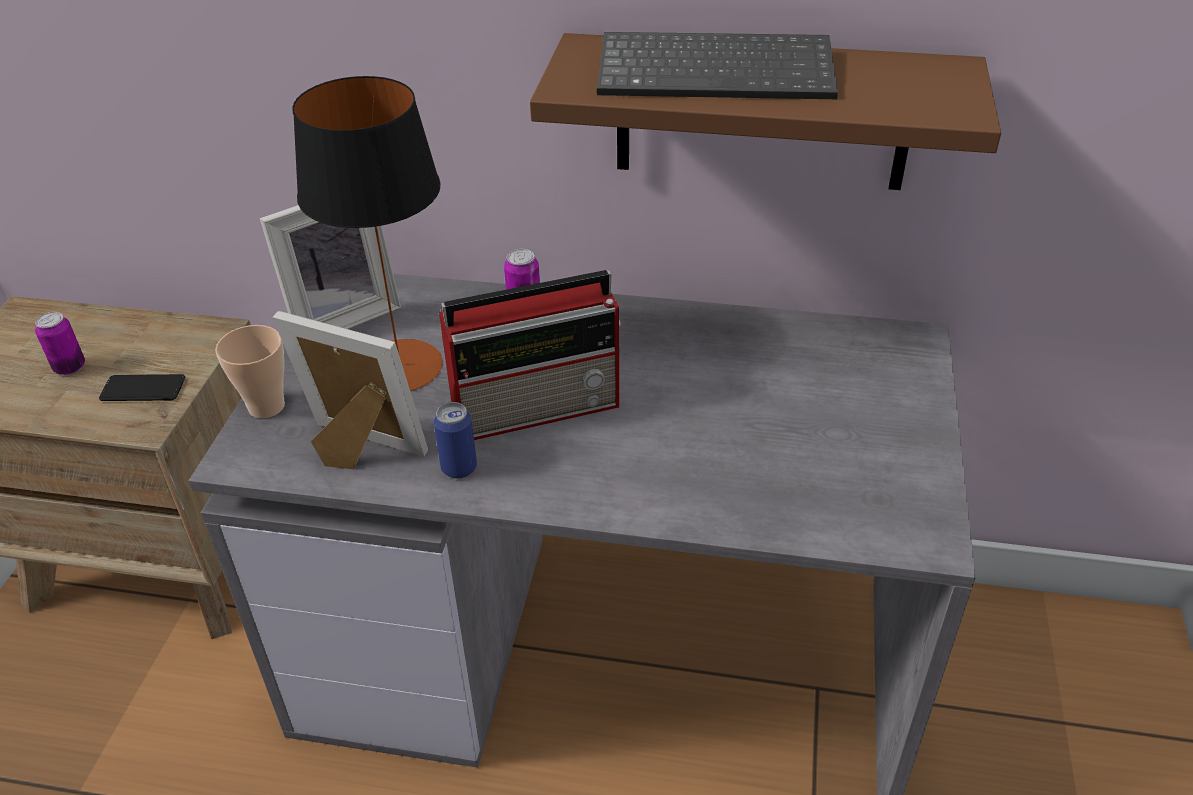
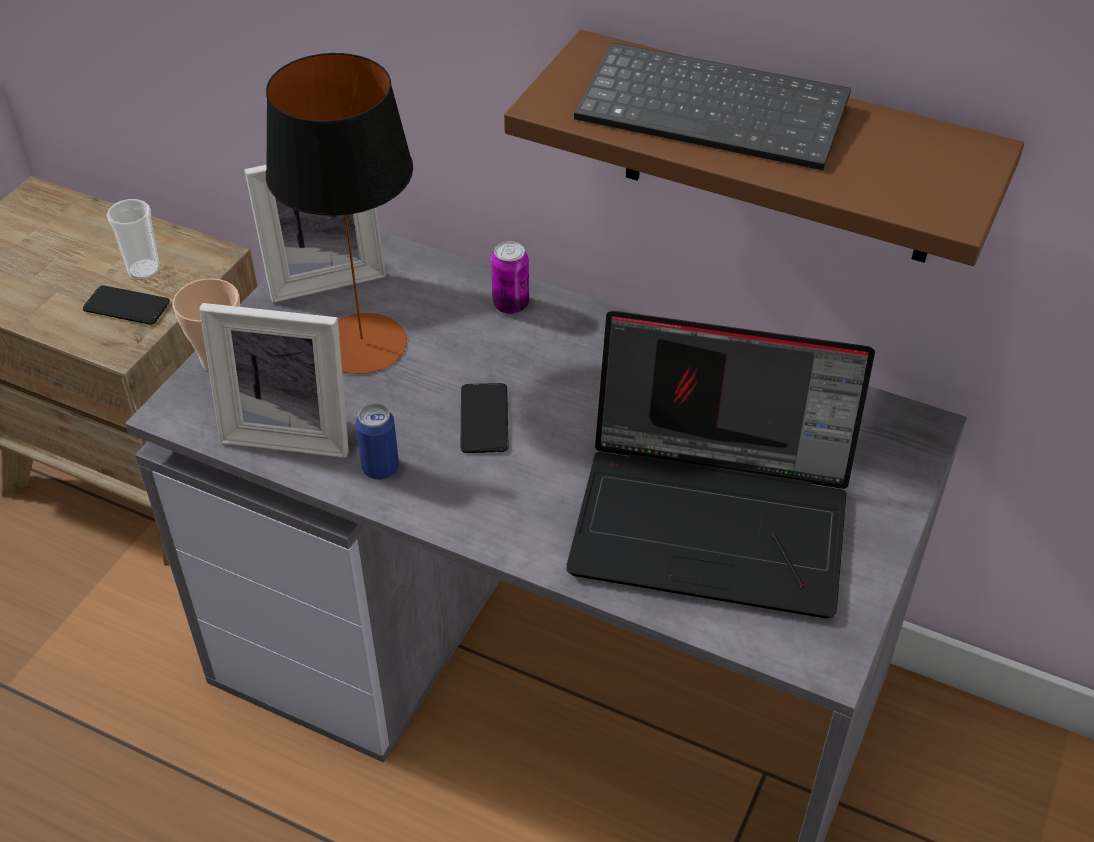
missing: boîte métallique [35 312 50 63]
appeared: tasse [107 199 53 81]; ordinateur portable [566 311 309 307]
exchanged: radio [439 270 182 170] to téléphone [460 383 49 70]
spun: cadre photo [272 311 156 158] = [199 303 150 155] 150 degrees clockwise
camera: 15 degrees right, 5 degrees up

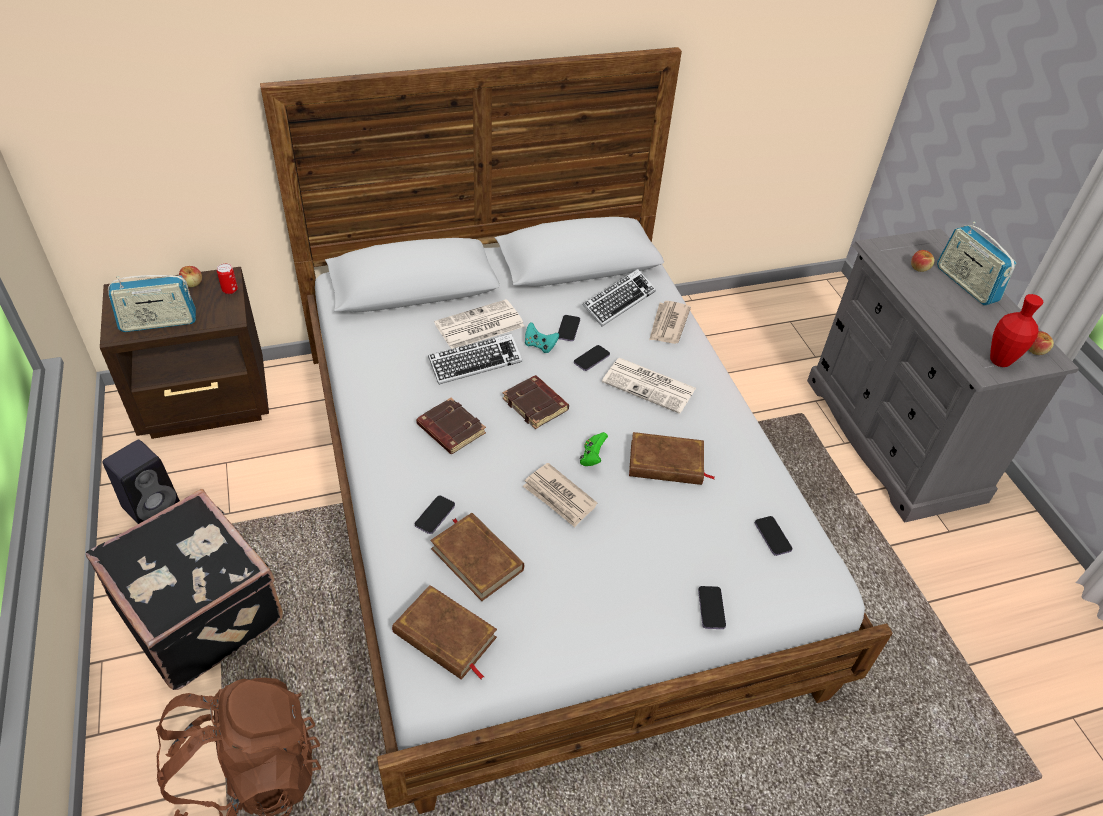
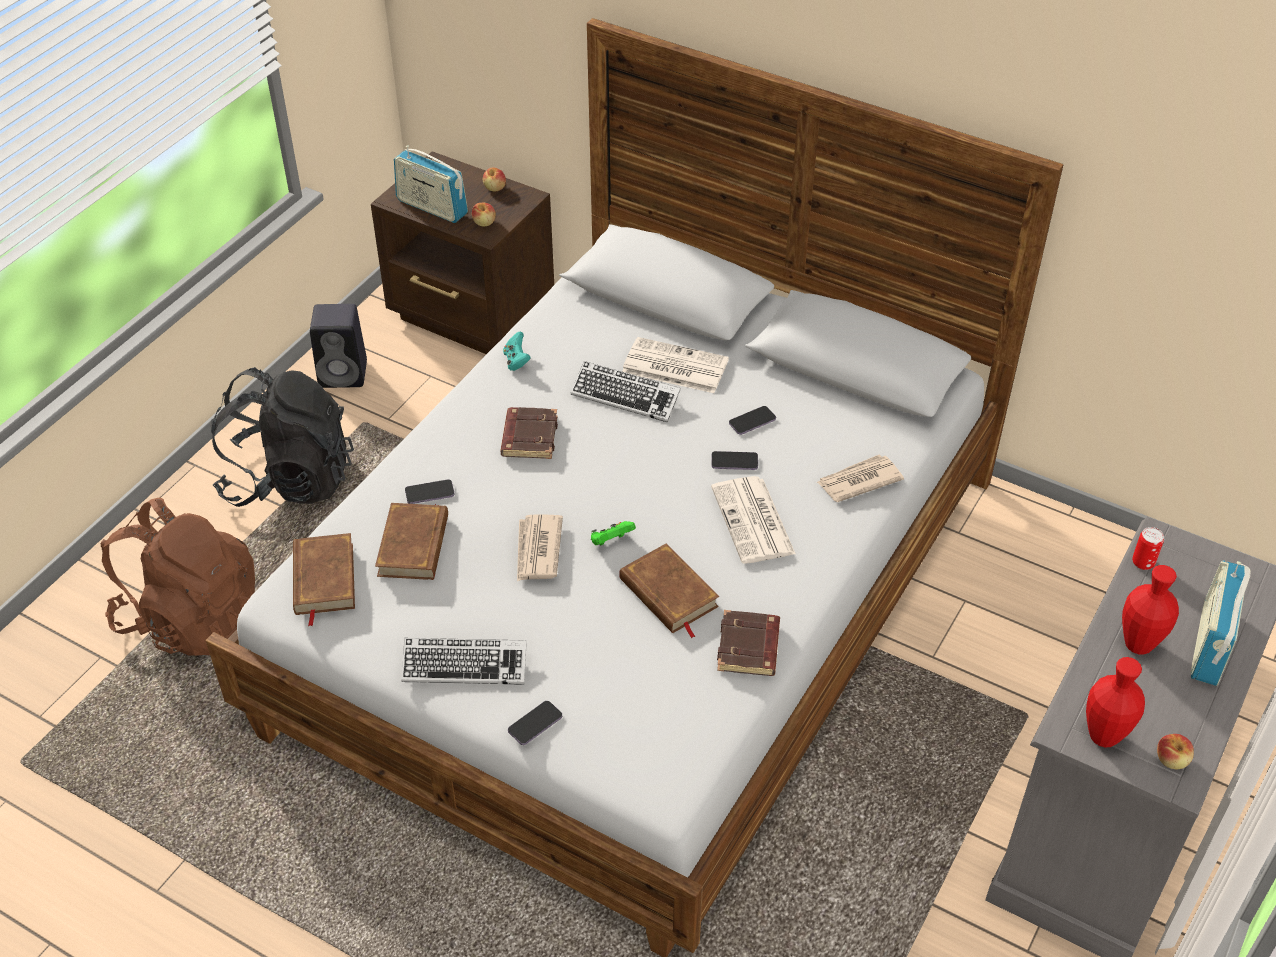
missing: téléphone [755 516 38 40]
appeared: vase/rouge [1122 565 57 90]
relocated: pomme [911 250 24 22] to [472 203 24 23]; boîte métallique [217 263 21 31] to [1132 527 32 43]; clavier [582 269 74 58] to [401 638 126 47]; manette/turquoise [525 322 34 31] to [503 332 28 39]; livre/marron [503 375 66 54] to [717 610 63 66]
exchanged: valise/noir [86 489 197 201] to sac à dos/noir [211 367 143 140]
camera: 50 degrees right, 0 degrees up

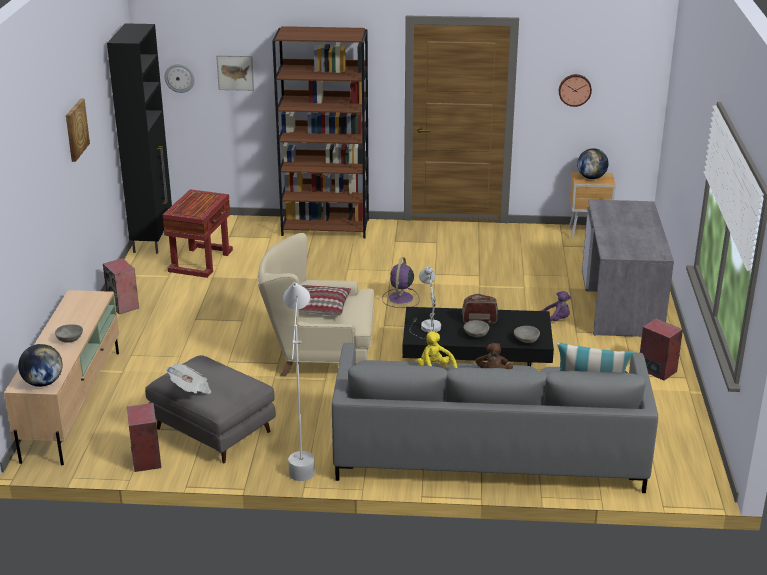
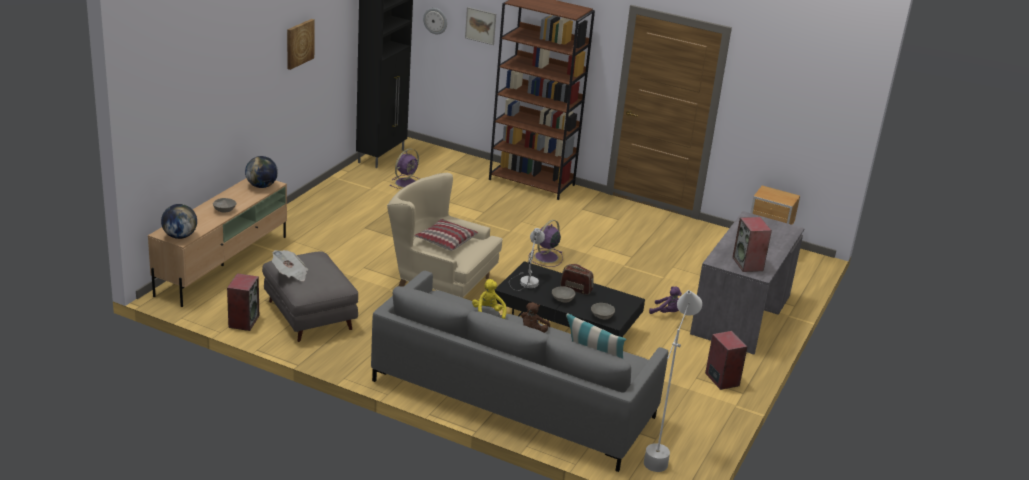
missing: horloge murale [559 74 33 33]
relocated: globe [577 148 31 31] to [245 156 33 32]; enceinte [103 258 36 56] to [732 217 40 55]; lampadaire/blanc [283 282 32 199] to [644 290 58 182]
exchanged: table d'appoint/rouge [162 189 71 89] to ventilateur/violet [390 148 29 41]
camera: 20 degrees right, 0 degrees up

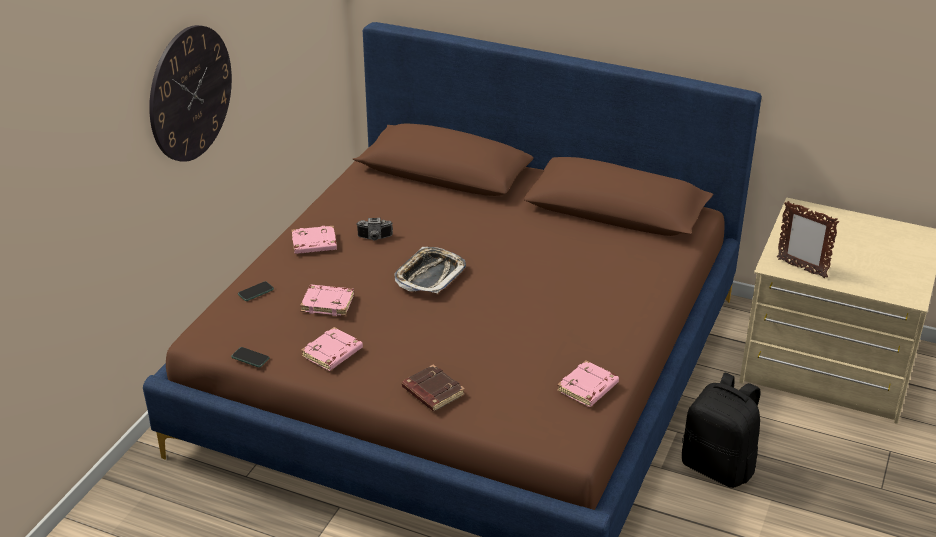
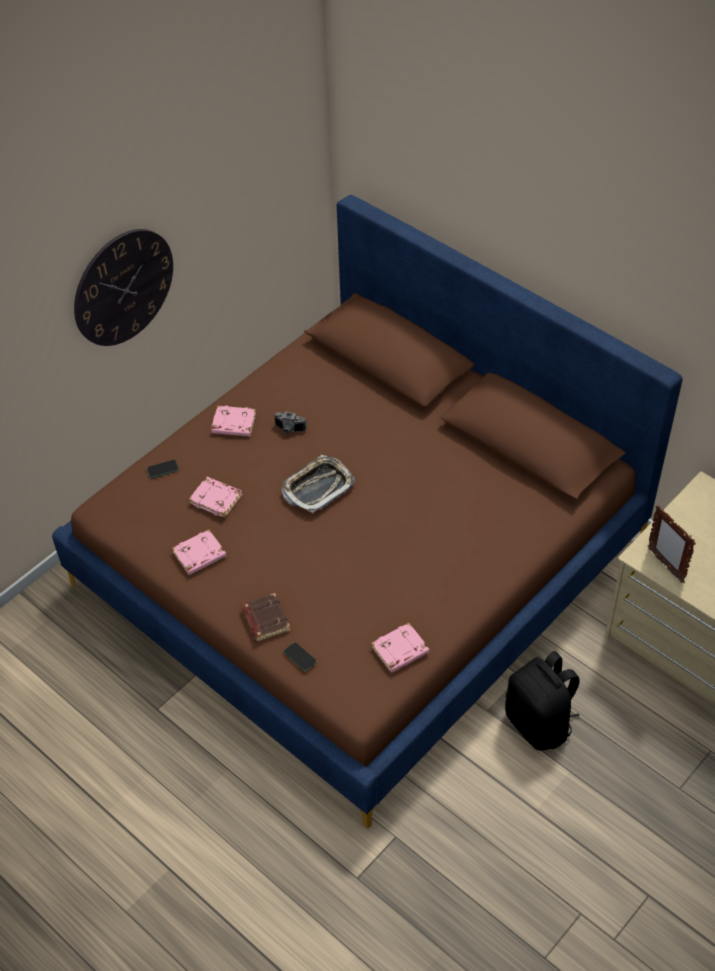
relocated: téléphone [231 347 39 21] to [283 642 34 29]
camera: 20 degrees right, 15 degrees up

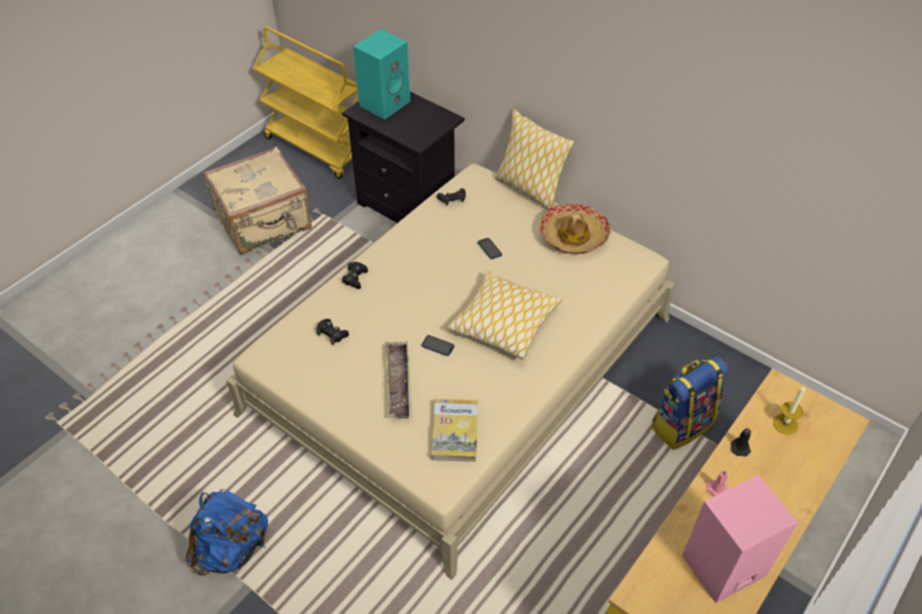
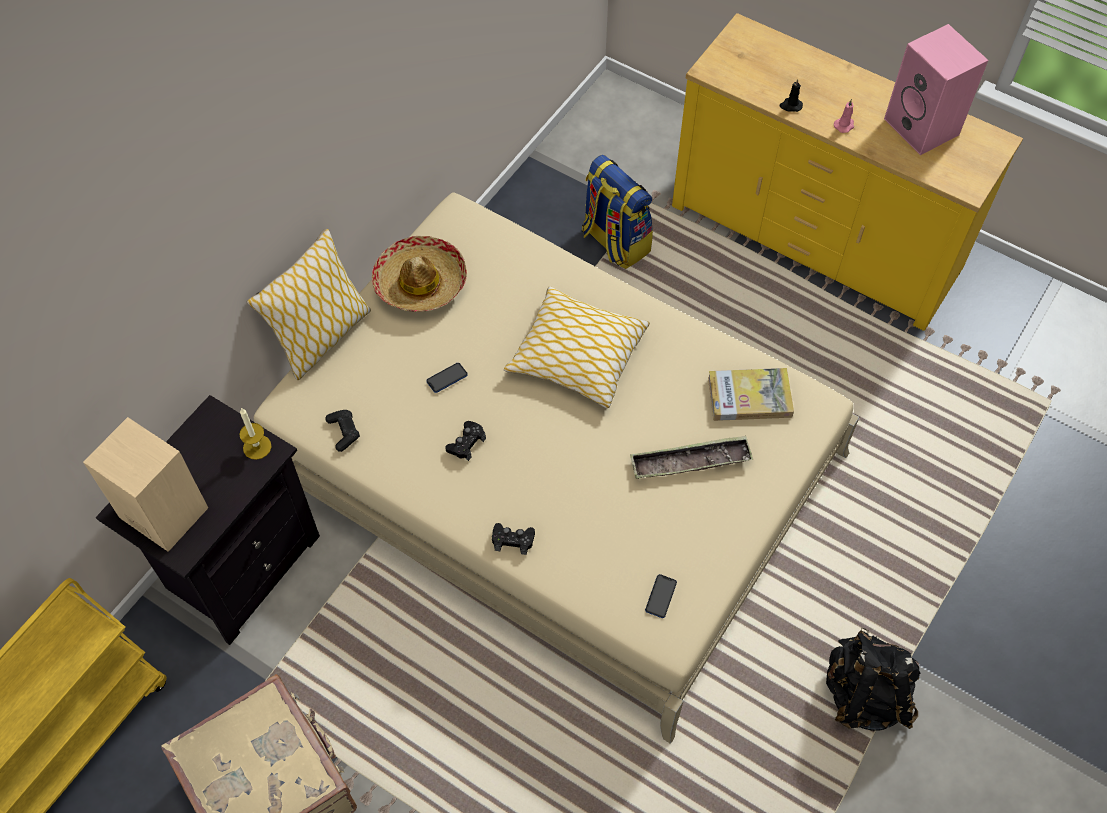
relocated: manette/noir [316 319 33 27] to [445 421 41 40]; téléphone [422 335 32 21] to [645 574 32 44]; bougie [773 385 33 50] to [239 408 33 52]
colour: enceinte/turquoise [353 29 57 91] to enceinte/beige [83 417 125 135]; sac à dos/bleu [186 489 82 87] to sac à dos/noir [826 627 94 104]
camera: 95 degrees left, 10 degrees up

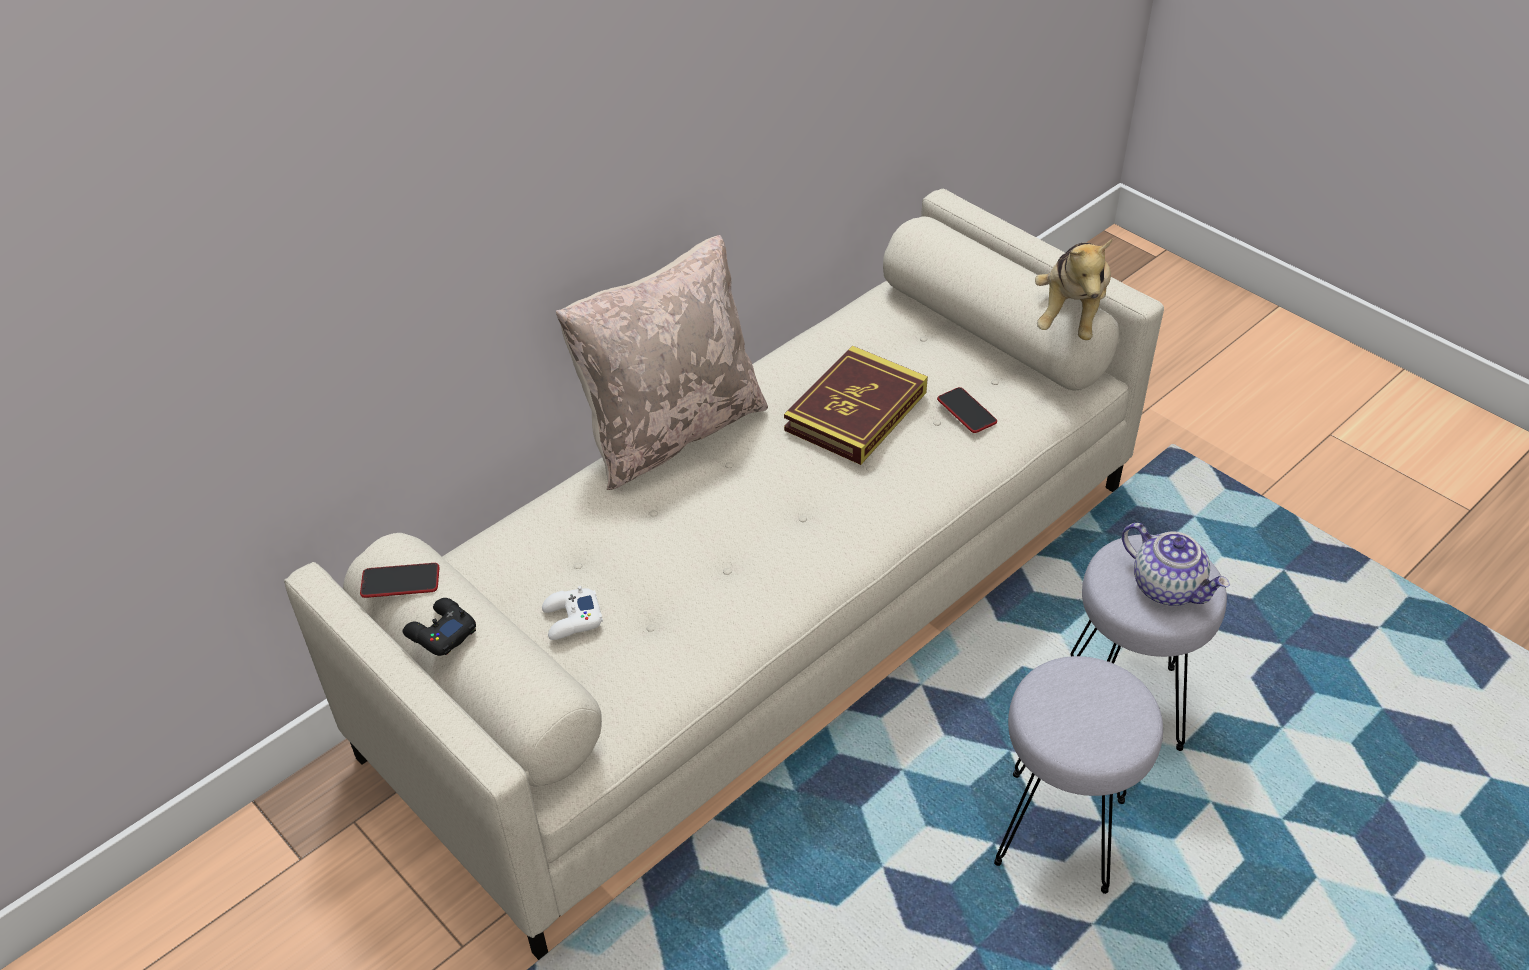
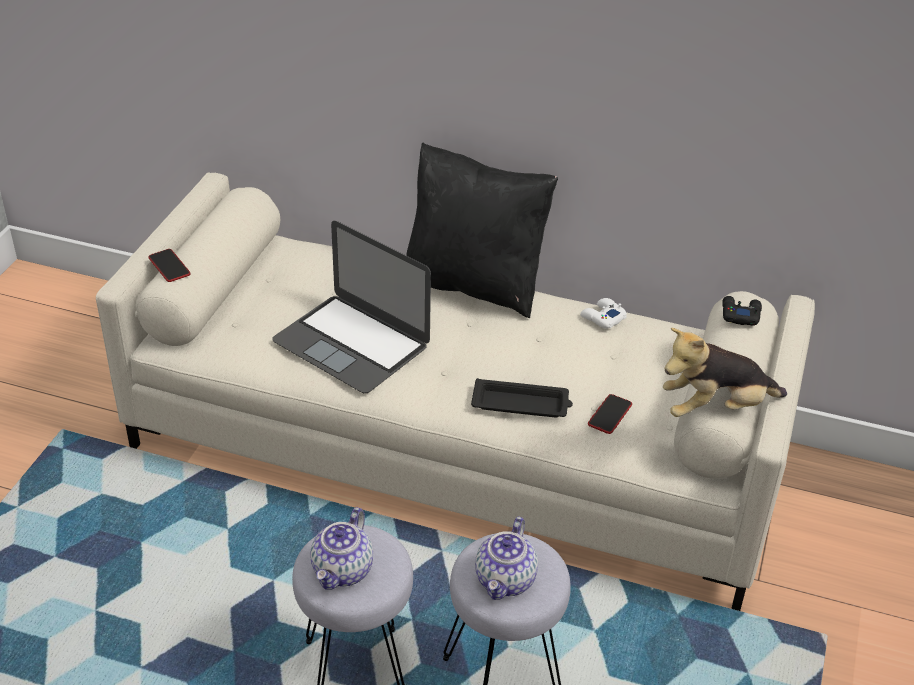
missing: livre [784 346 144 119]
appeared: ordinateur portable [272 221 159 172]; plateau/noir [471 378 102 39]; théière [310 507 63 83]
relocated: téléphone [360 563 79 35] to [148 249 43 33]; manette/blanc [542 586 61 54] to [580 298 47 31]; manette/noir [402 598 74 58] to [722 296 40 30]
colour: coussin/beige [556 235 212 255] to coussin/noir [406 143 152 175]
camera: 60 degrees right, 5 degrees down

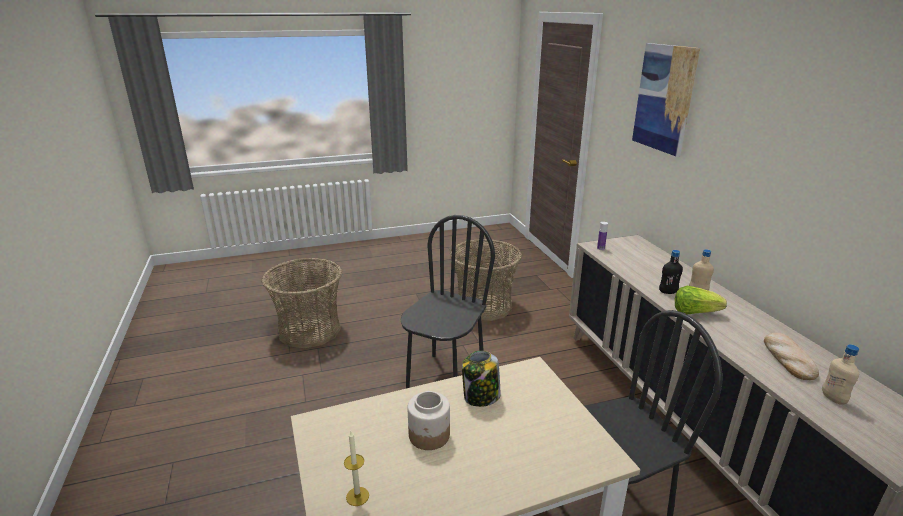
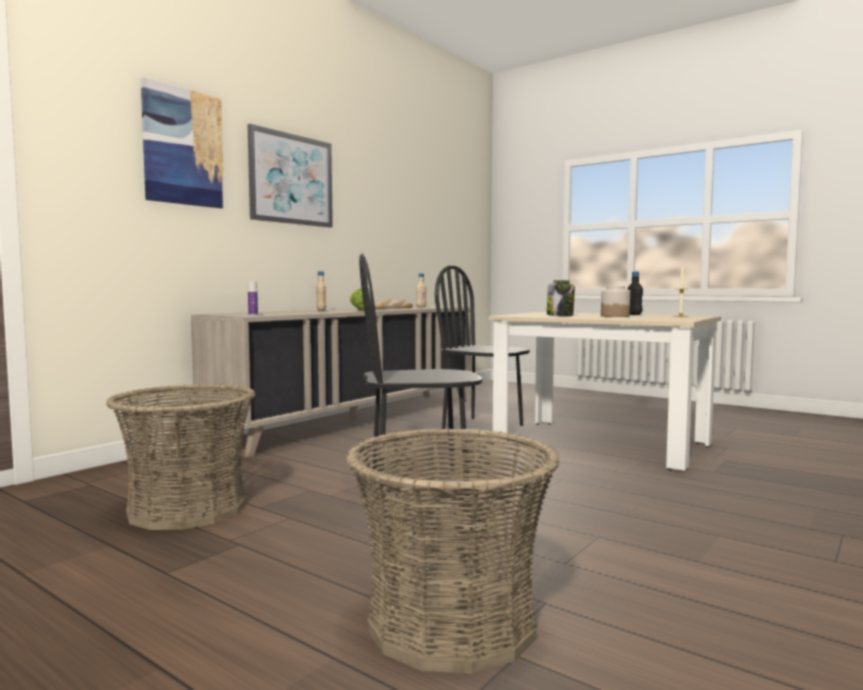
appeared: tableau [247 124 86 104]
relocated: bouteille/noir [659 250 24 44] to [627 272 16 43]
camera: 125 degrees left, 20 degrees down

